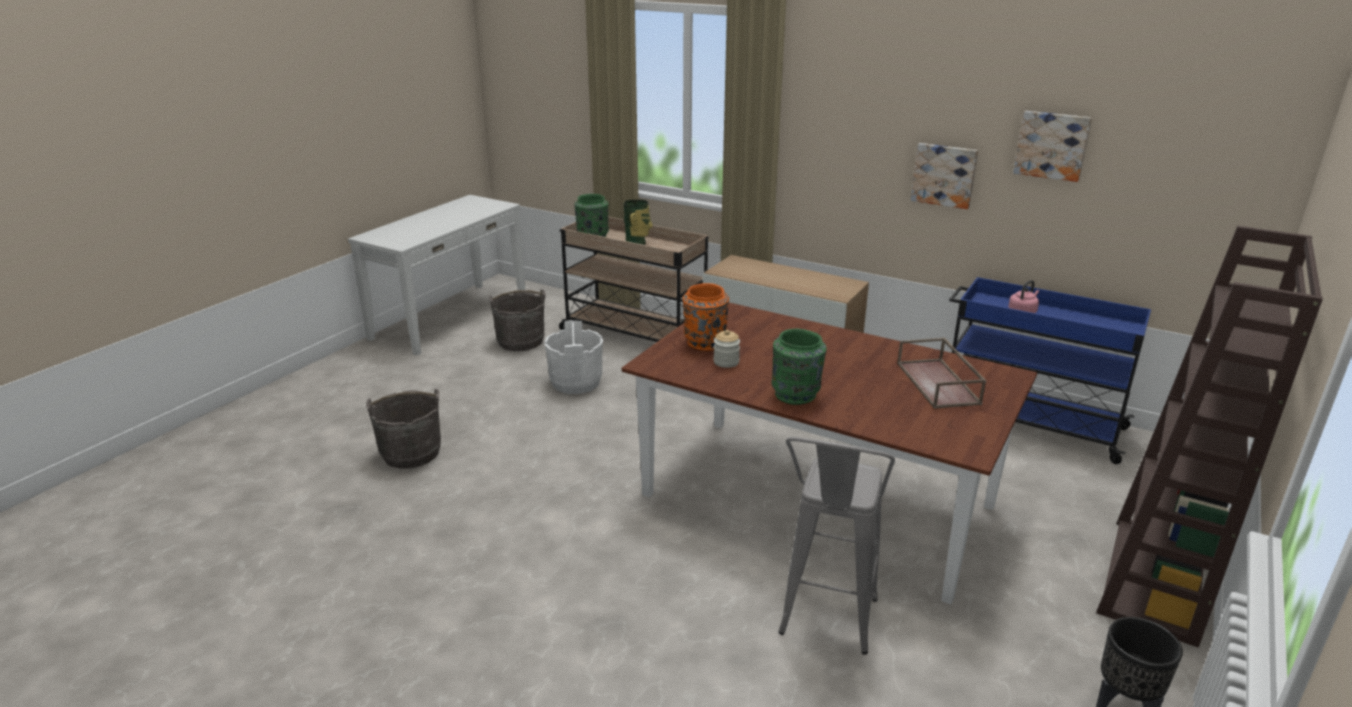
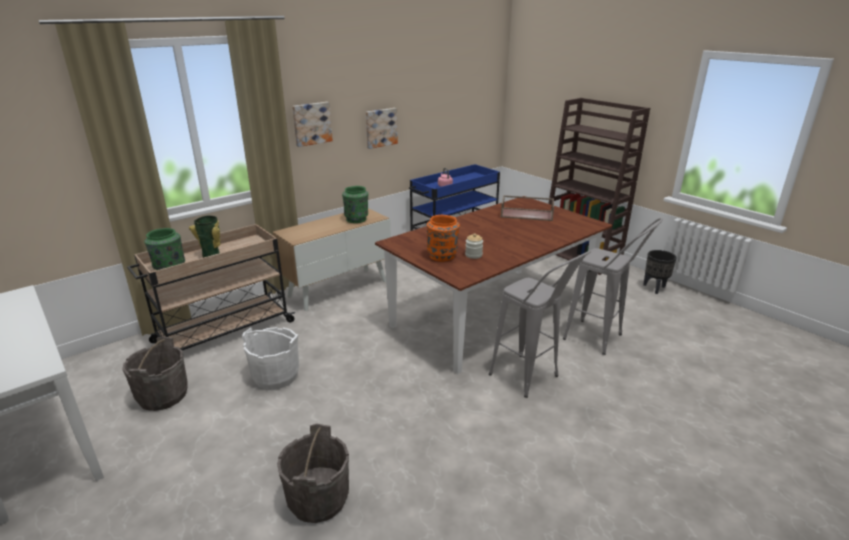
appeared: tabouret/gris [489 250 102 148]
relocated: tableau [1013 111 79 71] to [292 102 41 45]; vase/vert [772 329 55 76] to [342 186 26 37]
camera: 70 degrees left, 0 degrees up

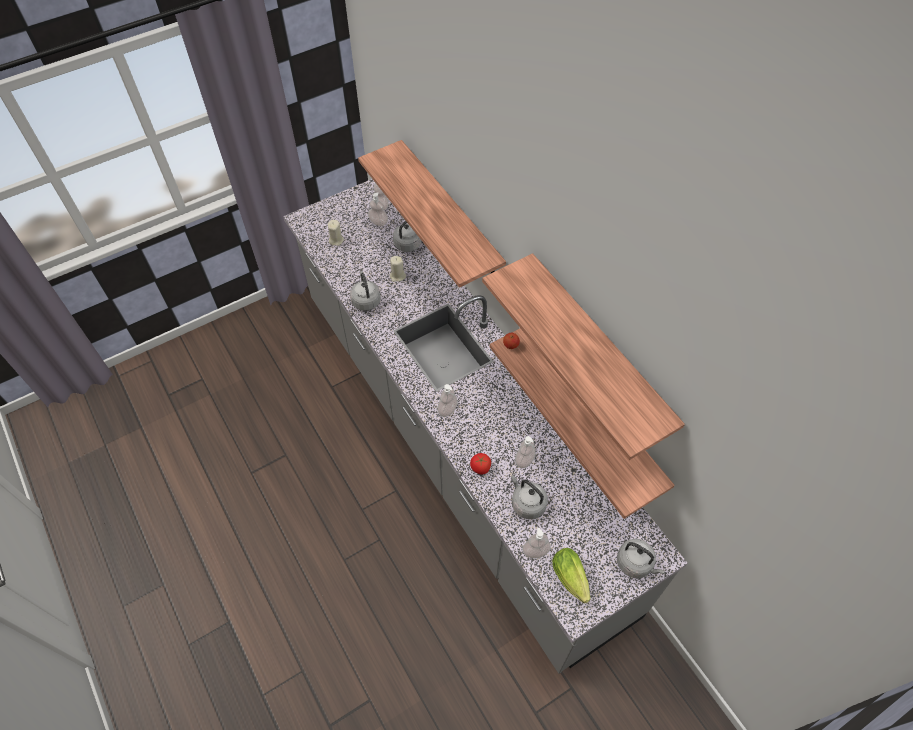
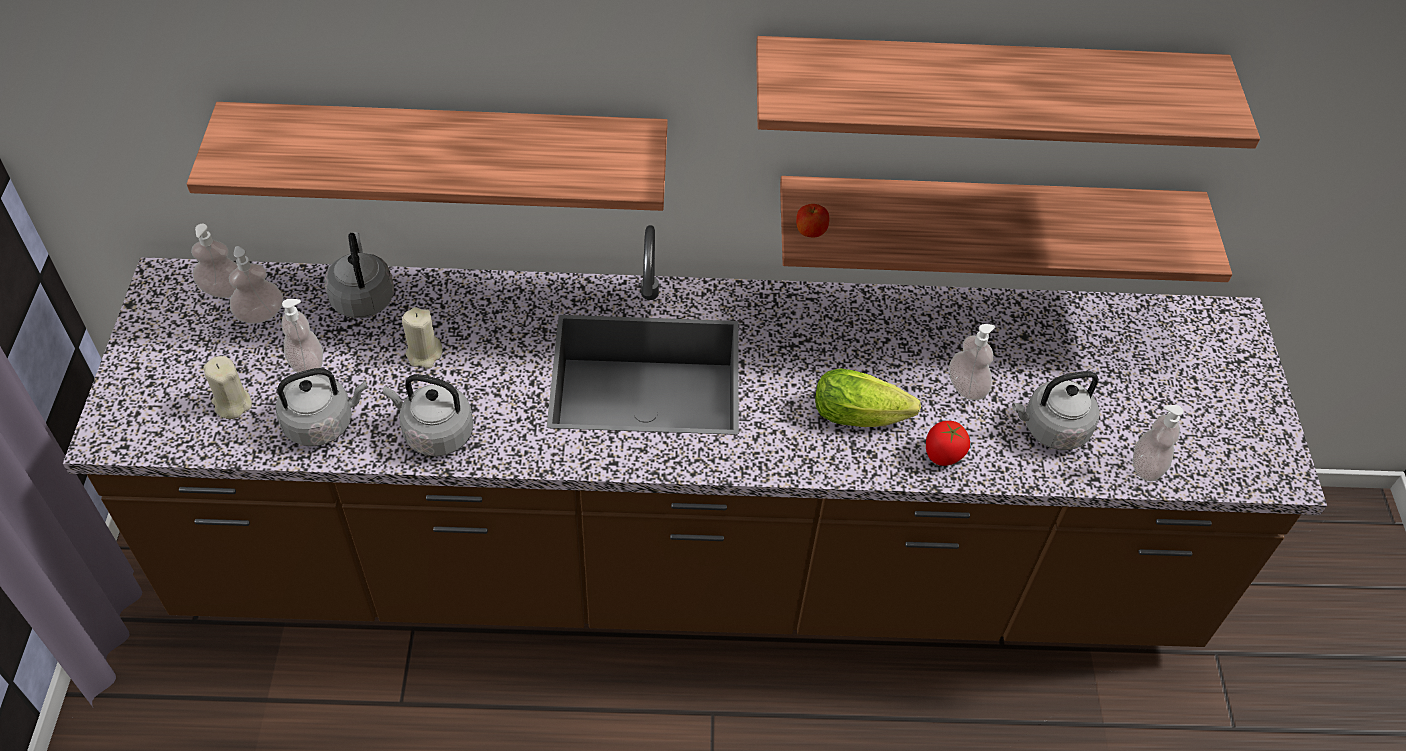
relocated: distributeur de savon [437 384 21 33] to [282 299 41 74]; bouilloire/gris [617 539 48 39] to [276 368 92 78]; laitue [552 548 39 55] to [815 368 106 59]
colour: comptoir de cuisine/gris [283 179 405 495] to comptoir de cuisine/marron [63 225 1264 422]
camera: 60 degrees left, 5 degrees down

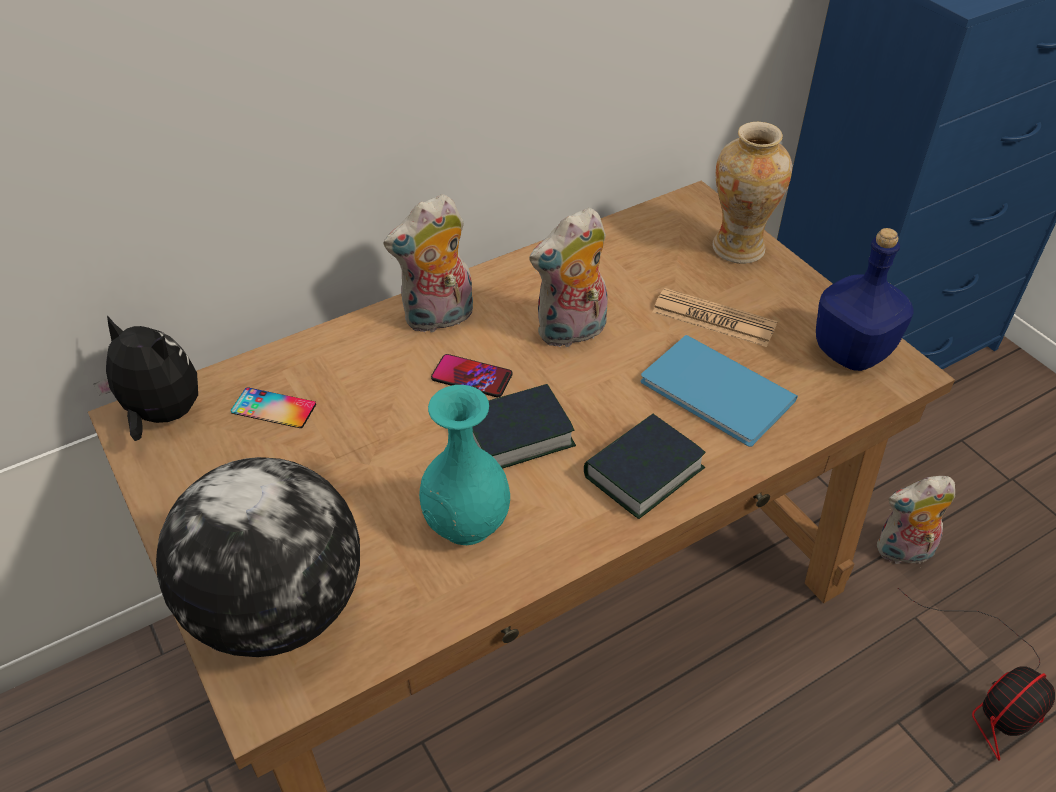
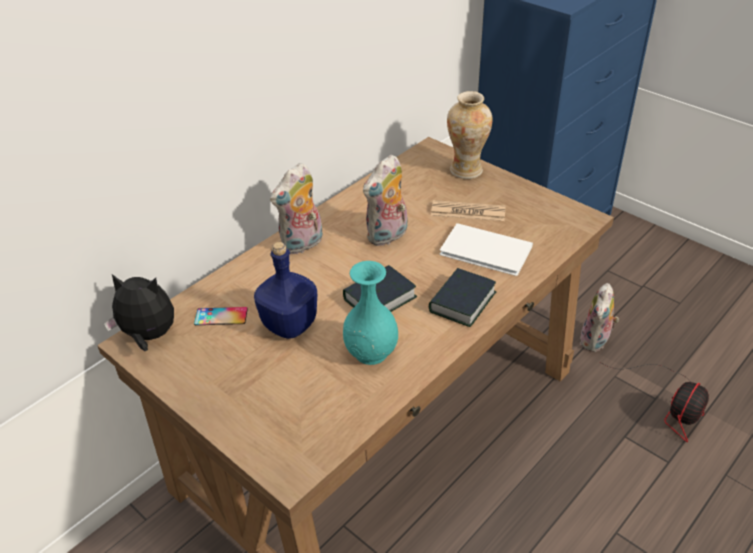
missing: téléphone [431 354 82 43]; globe [156 457 204 200]
relocated: bouteille/bleu [816 228 98 143] to [254 242 63 97]
colour: livre/bleu [640 335 158 112] to livre/blanc [440 223 93 53]
spun: peluche [877 476 78 92] = [580 283 39 69] 45 degrees counterclockwise
camera: 15 degrees left, 5 degrees down

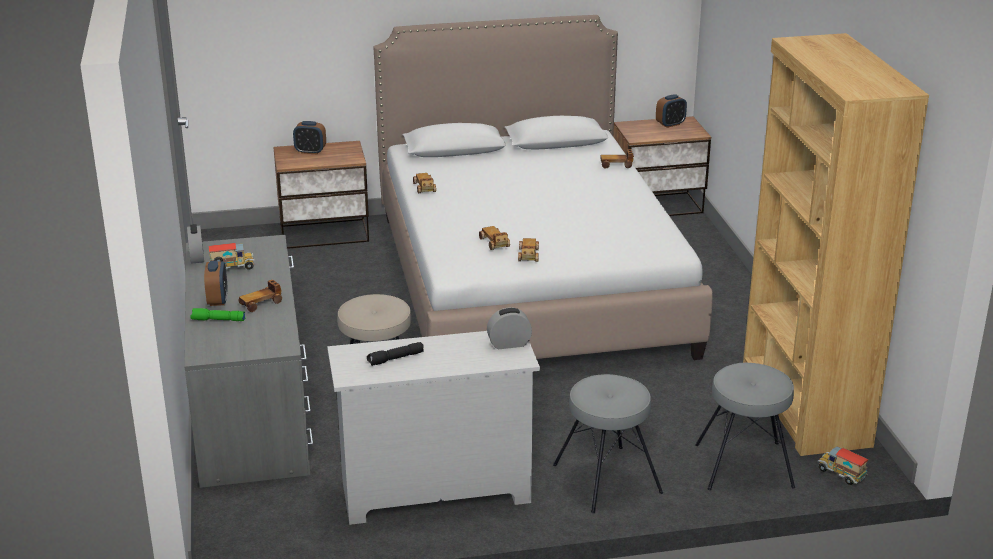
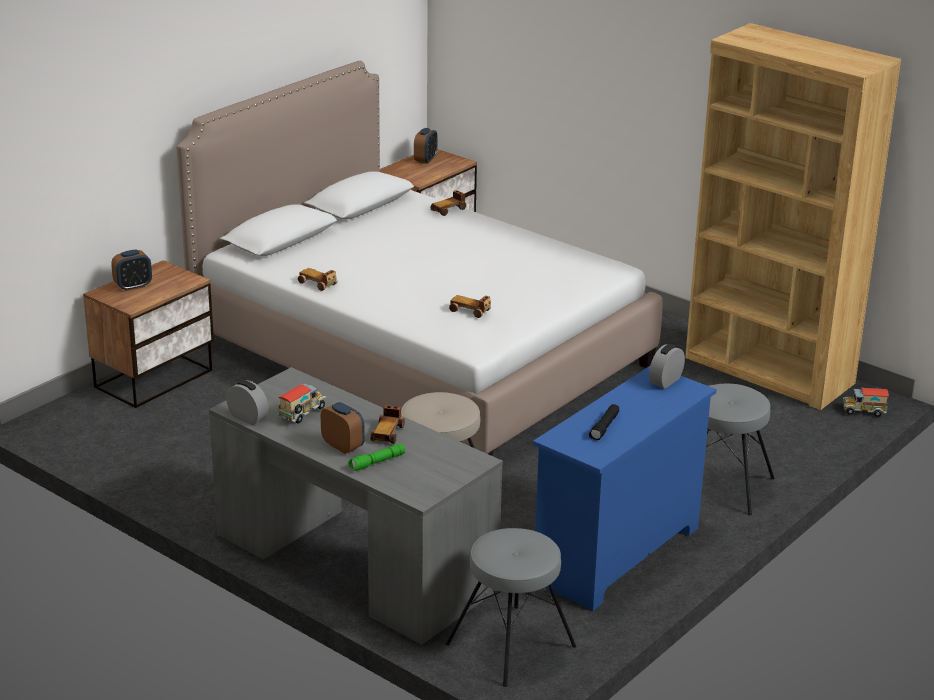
missing: petite voiture [518 238 21 24]
relocated: tabouret/gris [695 363 100 127] to [446 528 130 159]
colour: commode/blanc [327 331 213 194] to commode/bleu [533 366 184 245]
camera: 40 degrees left, 0 degrees up

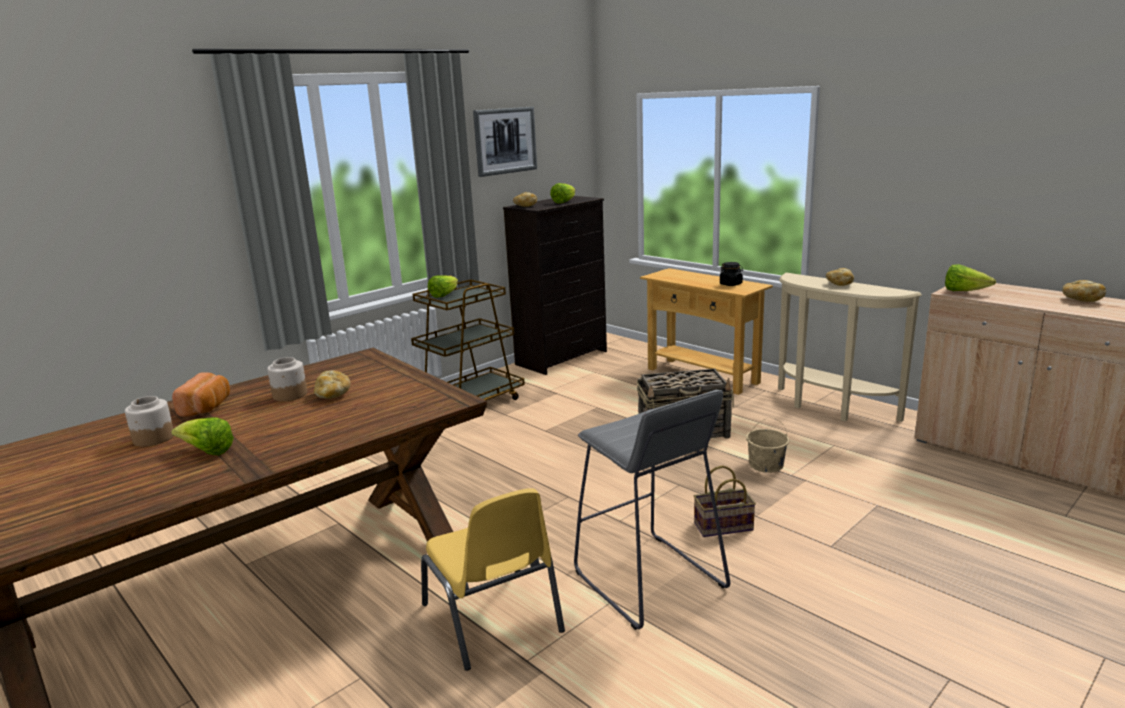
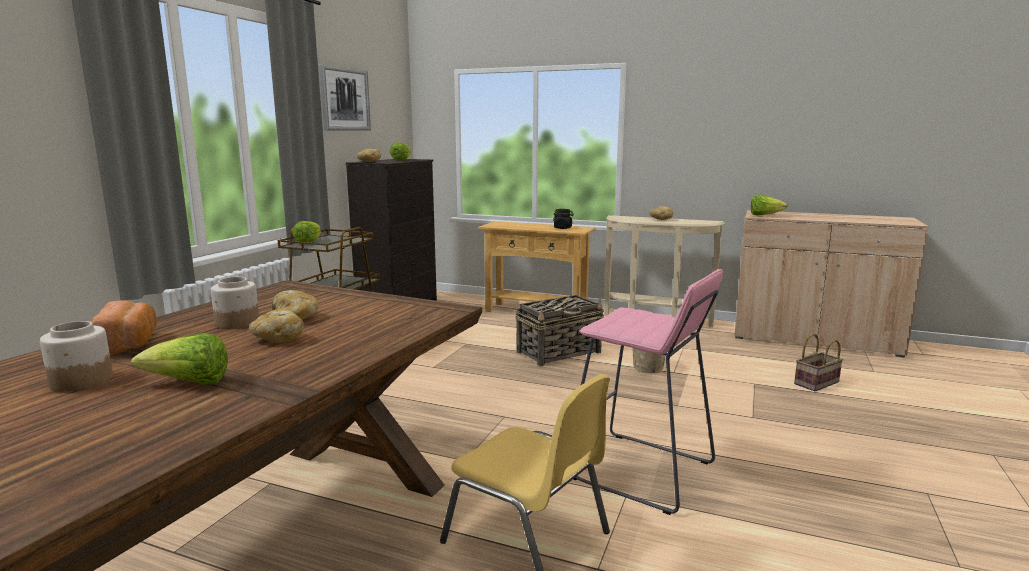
relocated: pain [1062 280 44 22] to [249 309 55 34]; panier [694 465 62 72] to [794 333 49 58]
colour: tabouret/gris [574 390 156 240] to tabouret/rose [574 269 149 246]
camera: 25 degrees left, 5 degrees down

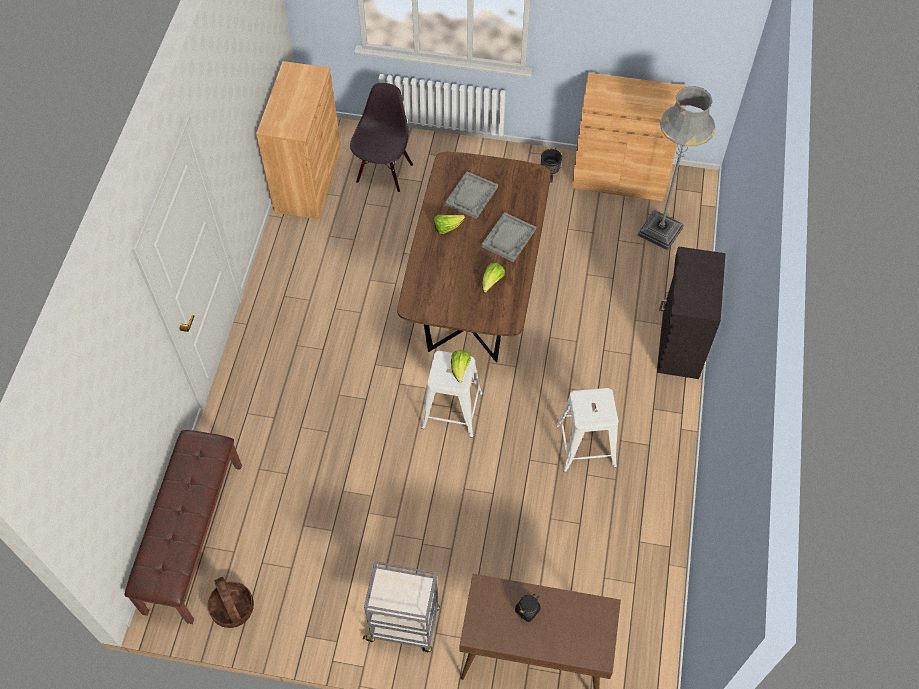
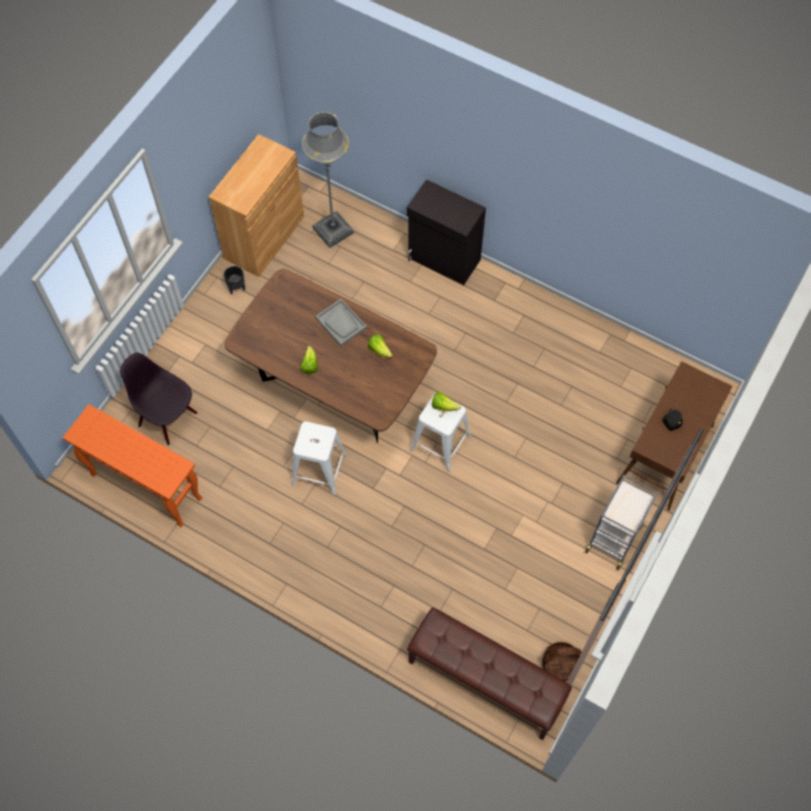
missing: plateau/gris [445 171 53 48]
relocated: tabouret/blanc [556 388 63 84] to [291 421 57 75]
exchanged: meuble de rangement/marron [256 61 85 158] to table console/orange [63 404 139 123]
camera: 70 degrees left, 5 degrees up

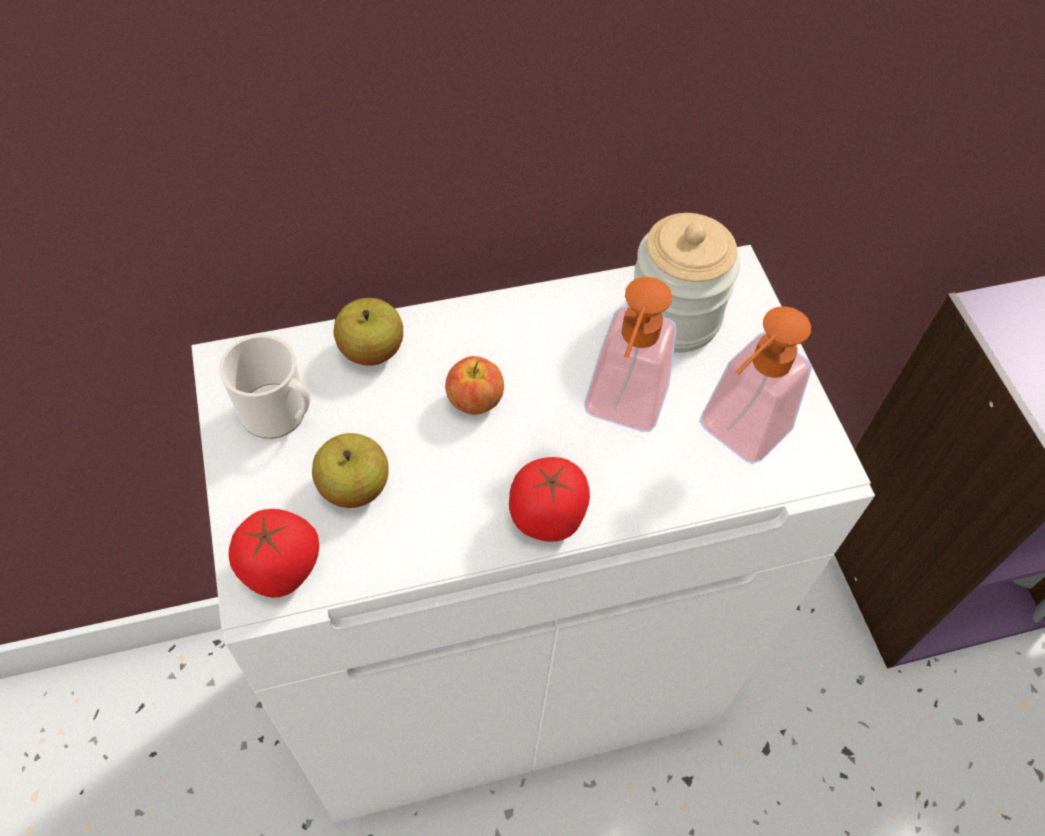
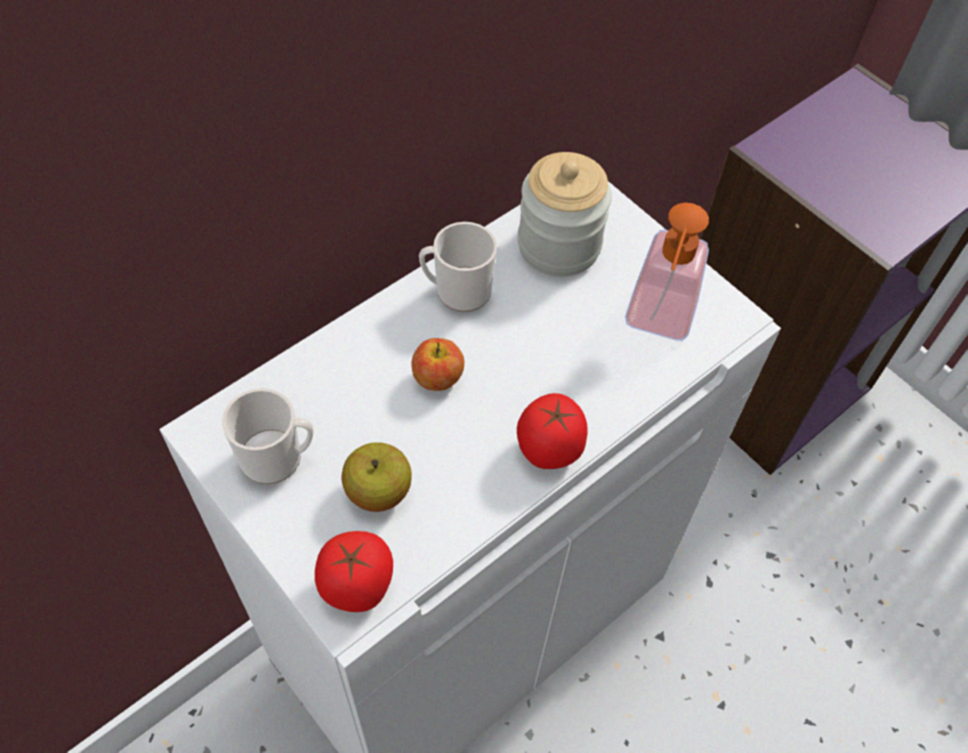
missing: distributeur de savon [584 277 93 155]; pomme [334 298 69 68]
appeared: mug [419 222 78 90]
camera: 25 degrees left, 0 degrees up

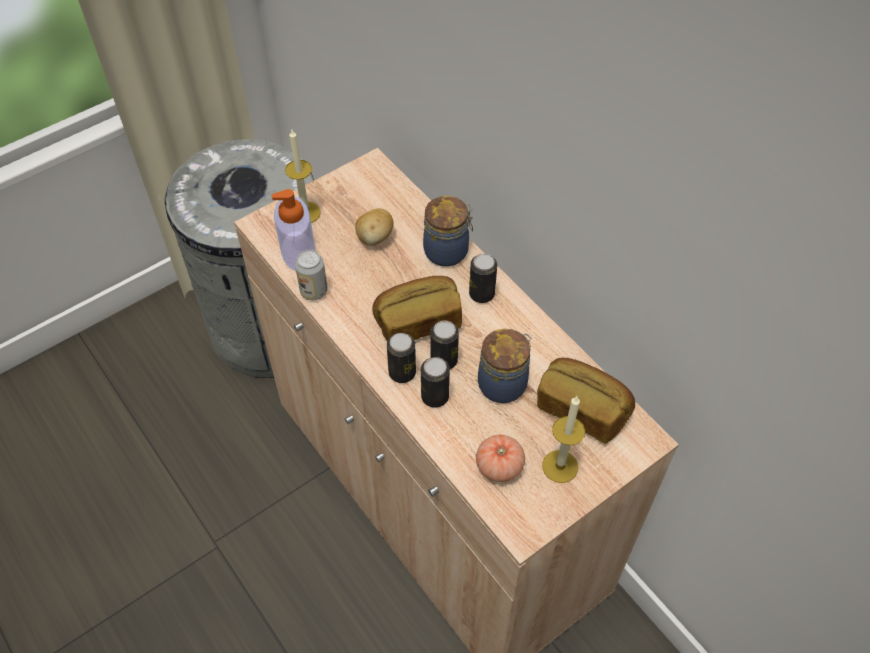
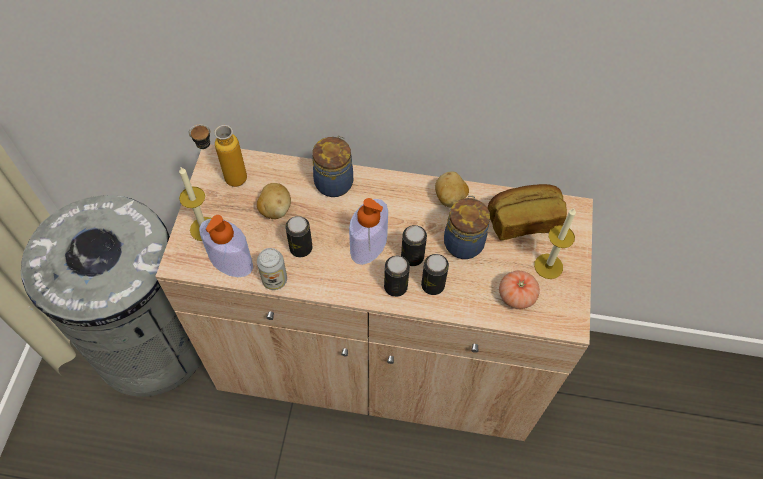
appeared: bouteille [189 125 58 62]; pomme de terre [435 172 34 35]
relocated: boîte métallique [469 254 28 49] to [285 216 28 41]
exchanged: pain [372 276 90 65] to distributeur de savon [349 198 39 67]
camera: 45 degrees left, 5 degrees up

